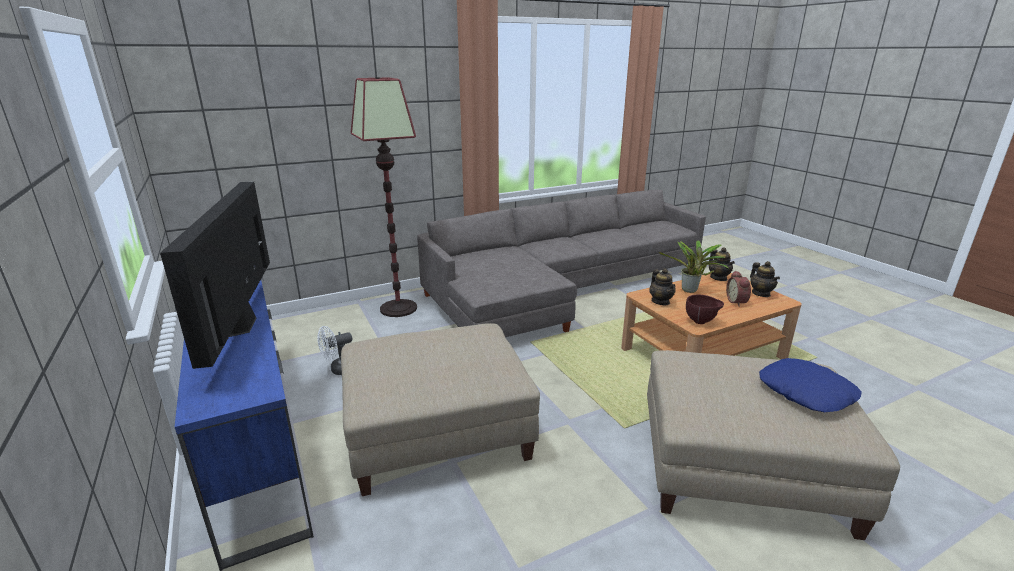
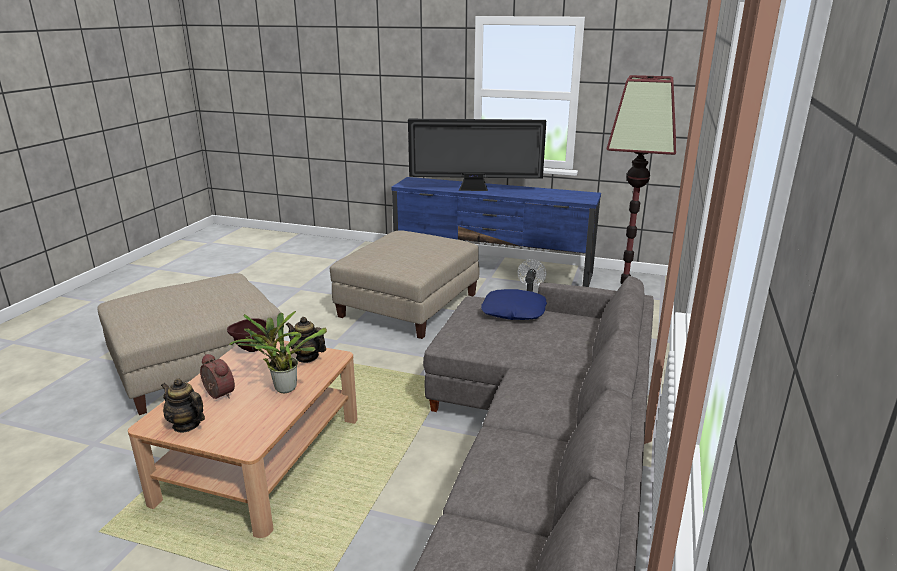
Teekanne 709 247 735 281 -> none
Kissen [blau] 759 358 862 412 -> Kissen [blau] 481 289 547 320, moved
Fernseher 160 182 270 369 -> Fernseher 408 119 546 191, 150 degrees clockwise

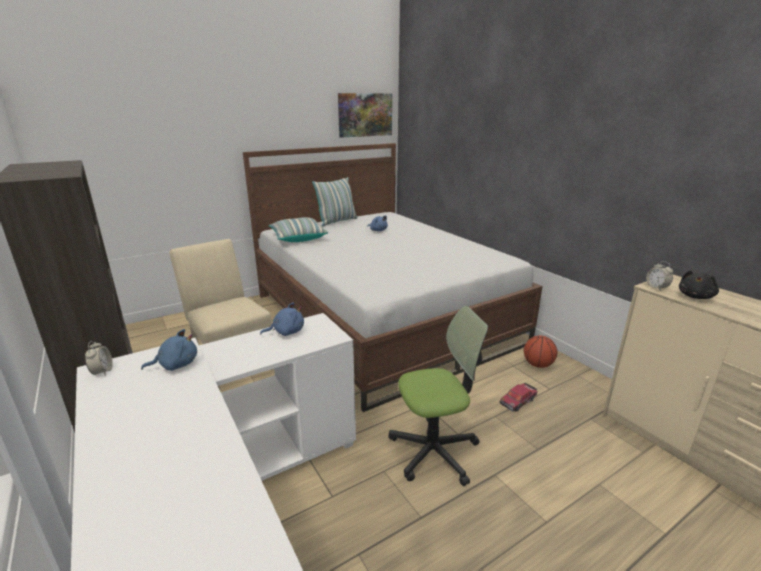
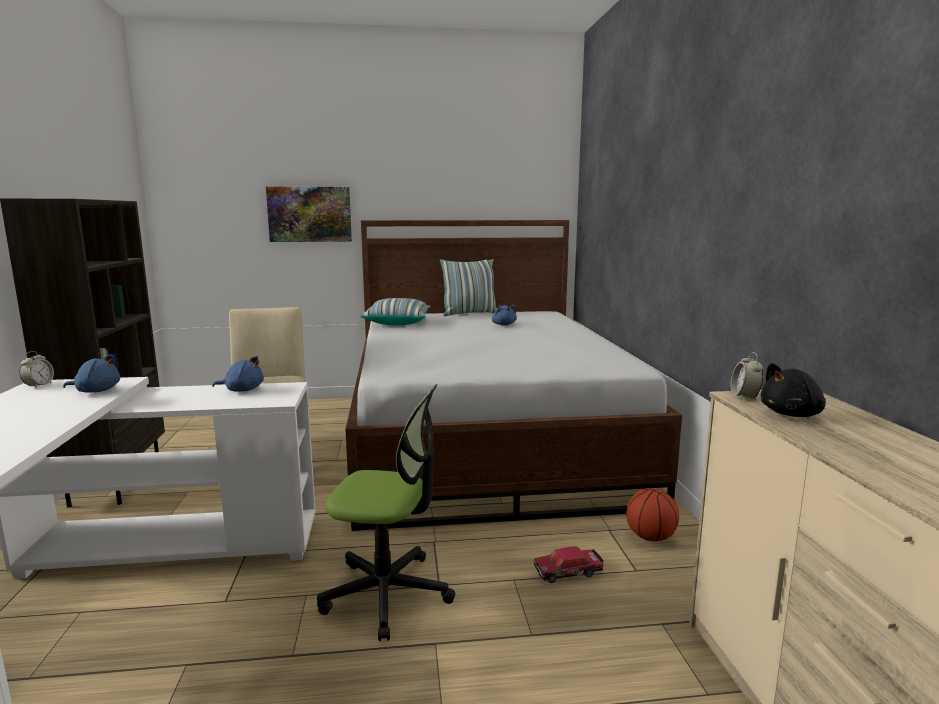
Bild 338 93 392 138 -> Bild 266 187 352 242, moved

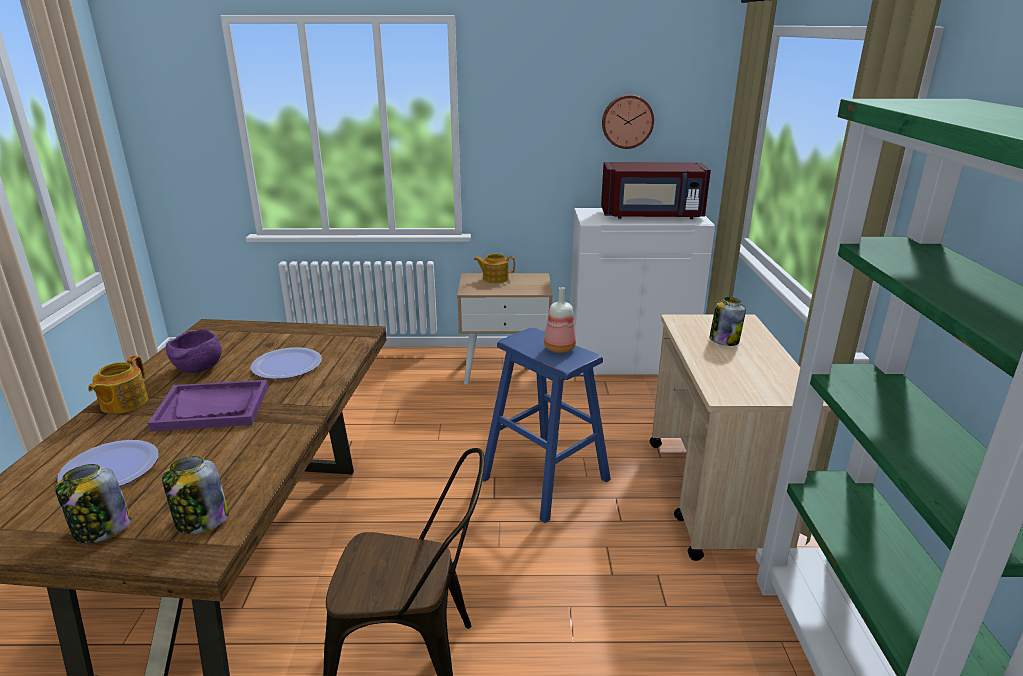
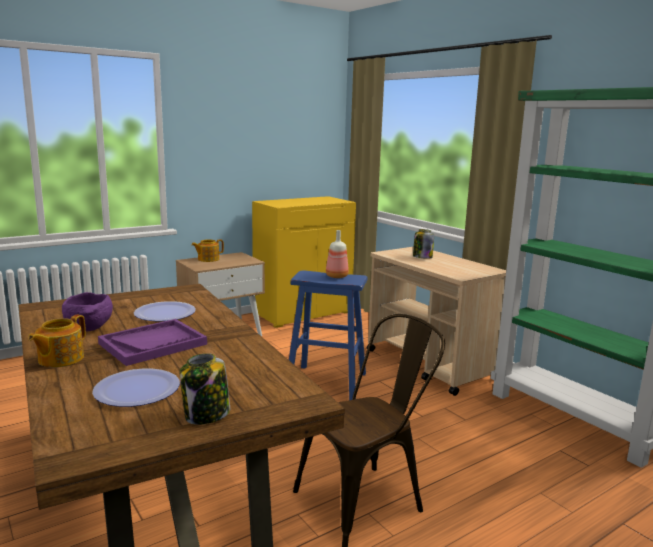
Vorratsglas 162 456 229 534 -> none
Mikrowelle [rot] 601 162 711 219 -> none
Wanduhr 602 95 654 149 -> none
Schrank [weiß] 570 208 715 376 -> Schrank [gelb] 252 196 356 328
Teekanne 88 356 148 414 -> Teekanne 28 314 86 367, 45 degrees clockwise

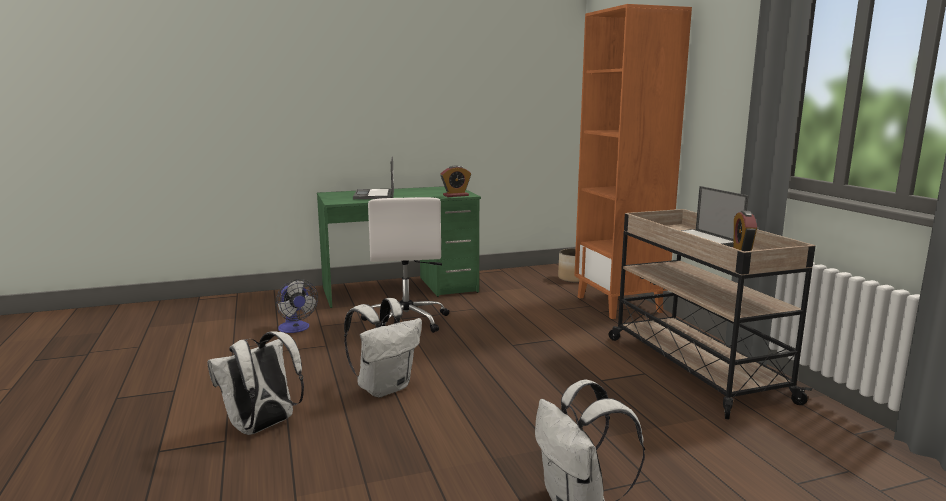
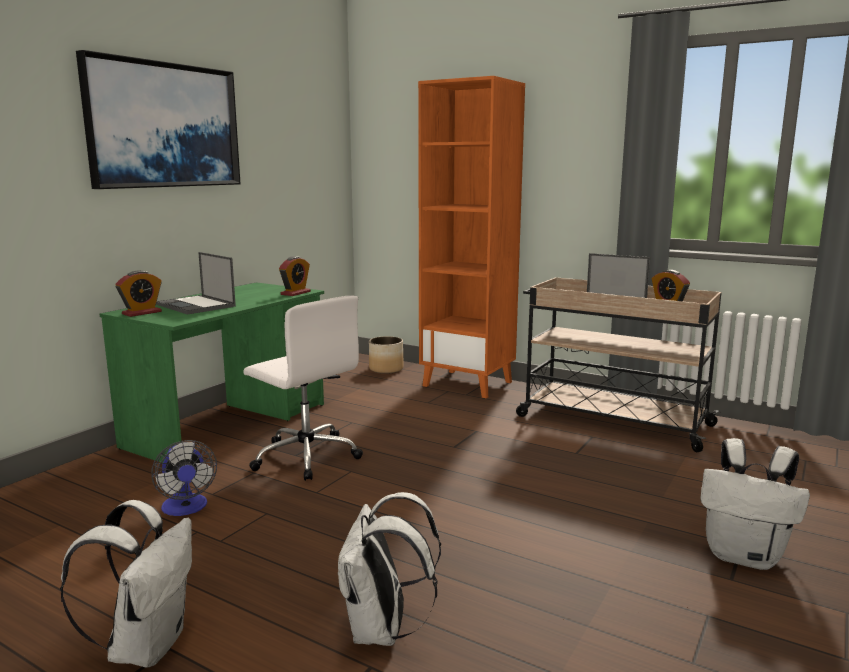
none -> Bild 76 50 241 189
none -> Wecker 115 271 162 317
Rucksack [weiß] 344 298 422 397 -> Rucksack [weiß] 60 500 192 667, moved
Ventilator 276 279 318 333 -> Ventilator 151 440 217 516, 45 degrees clockwise

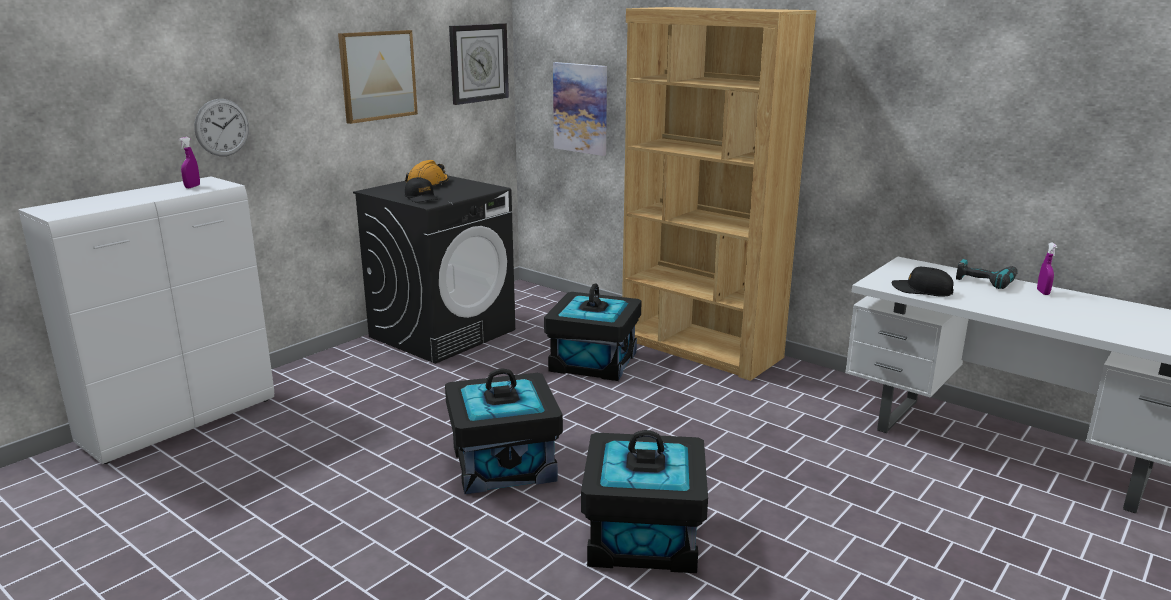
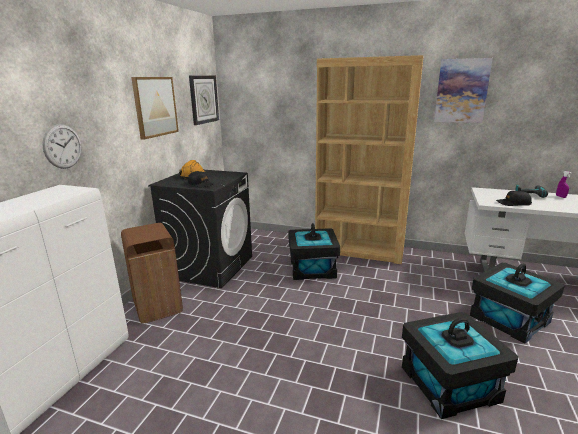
Sprühflasche [lila] 178 137 200 188 -> none
none -> Mülleimer [braun] 121 223 183 324
Aufbewahrungsbox [schwarz] 445 369 563 494 -> Aufbewahrungsbox [schwarz] 470 263 565 344, moved
Bild 553 62 607 156 -> Bild 434 58 493 123, moved

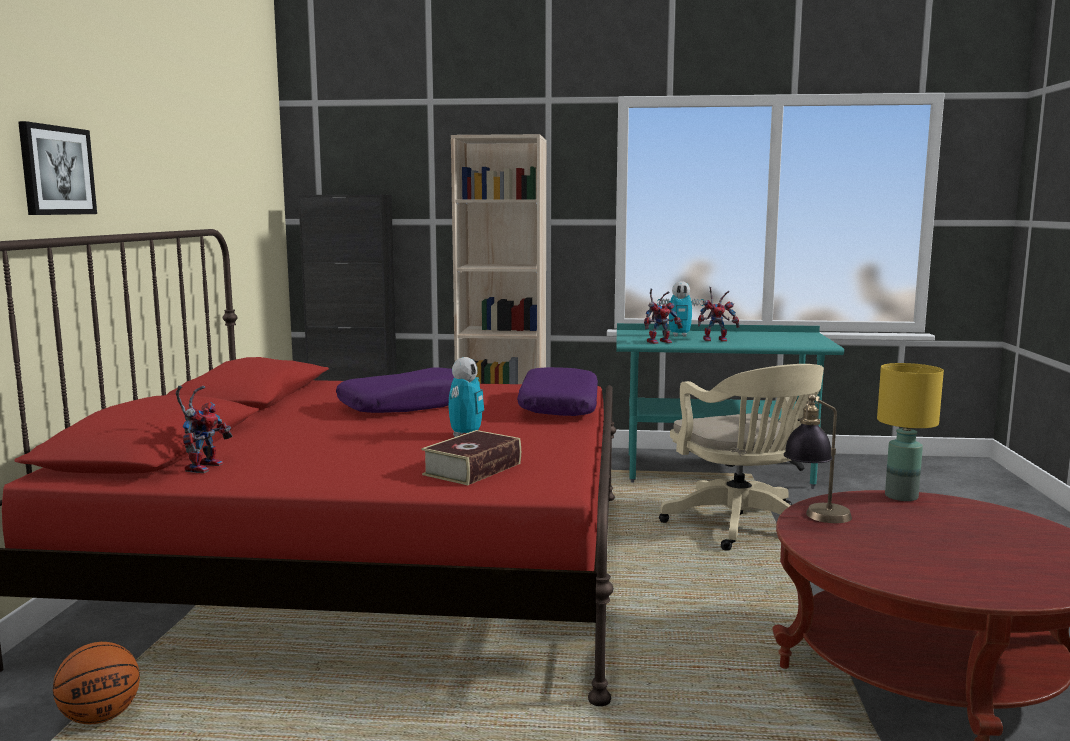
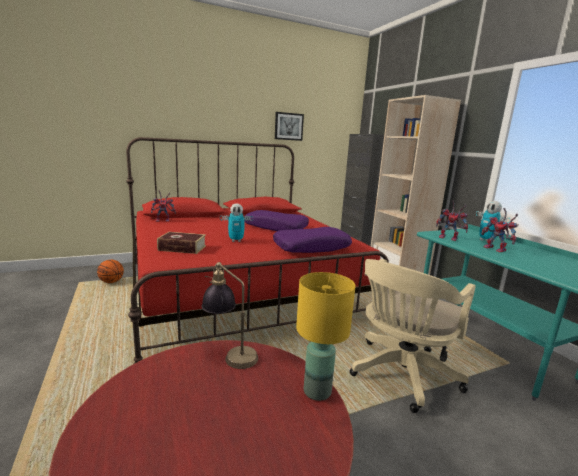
Bild 18 121 97 215 -> Bild 275 112 304 141, moved

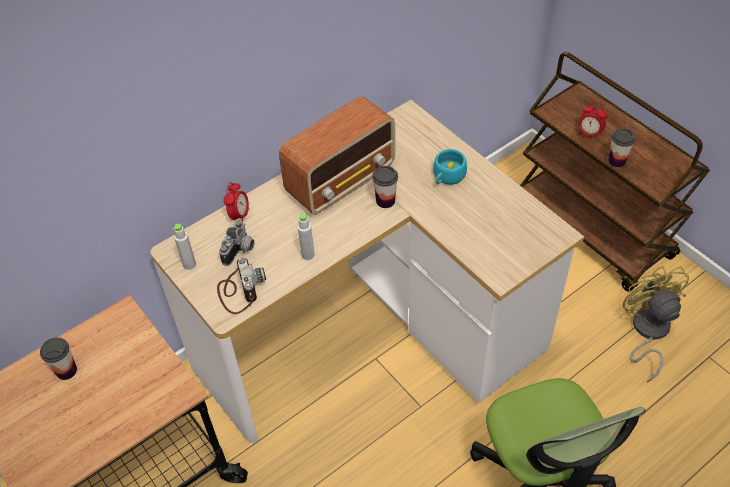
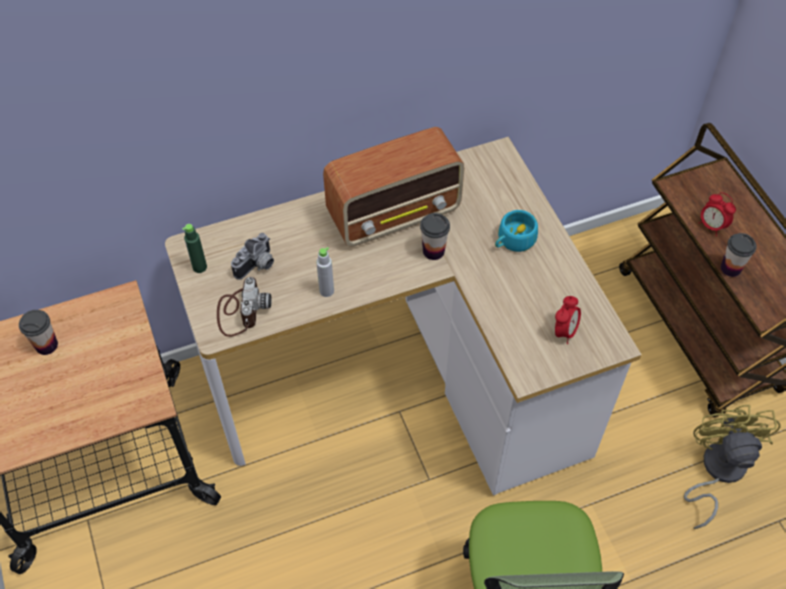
Wecker 223 182 249 222 -> Wecker 555 296 581 344, moved
Flasche [grau] 173 224 196 270 -> Flasche [grün] 182 224 207 273

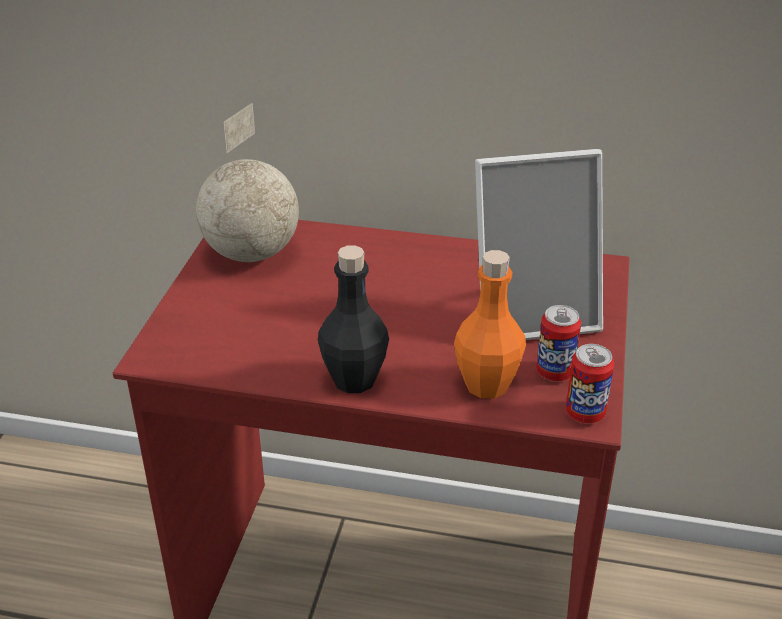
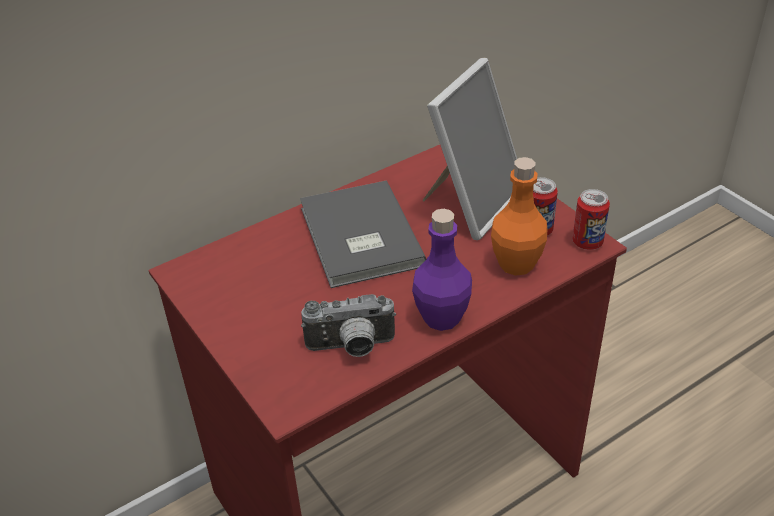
Globus 196 103 299 262 -> none
none -> Buch [grau] 300 180 426 288
none -> Kamera 301 294 396 357
Flasche [schwarz] 318 245 389 393 -> Flasche [lila] 412 209 472 331

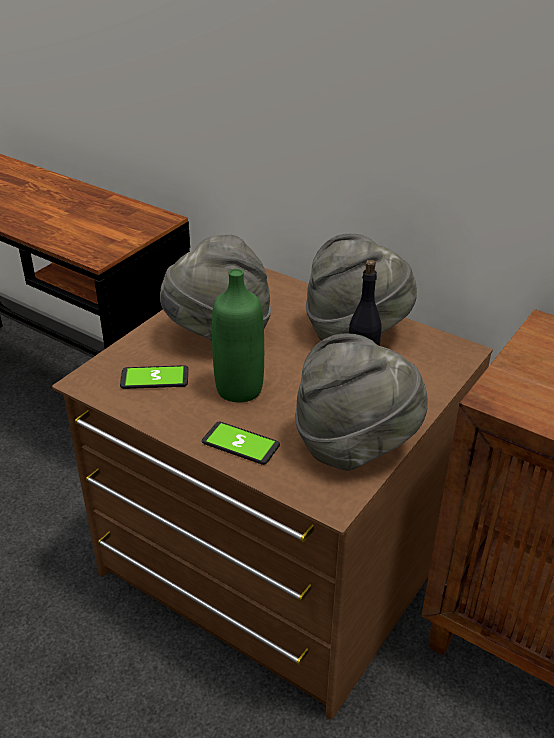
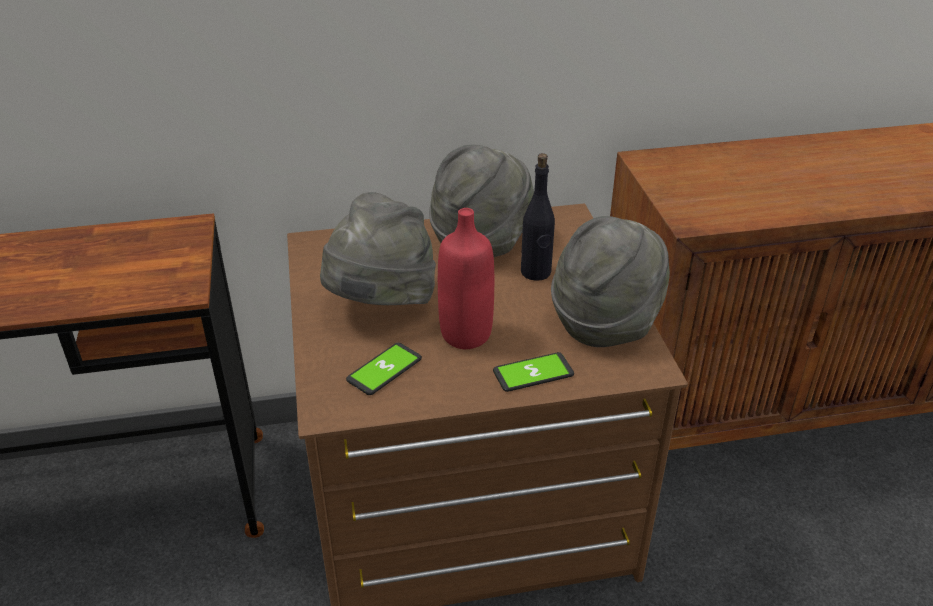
Flasche [grün] 212 269 264 402 -> Flasche [rot] 438 208 494 349

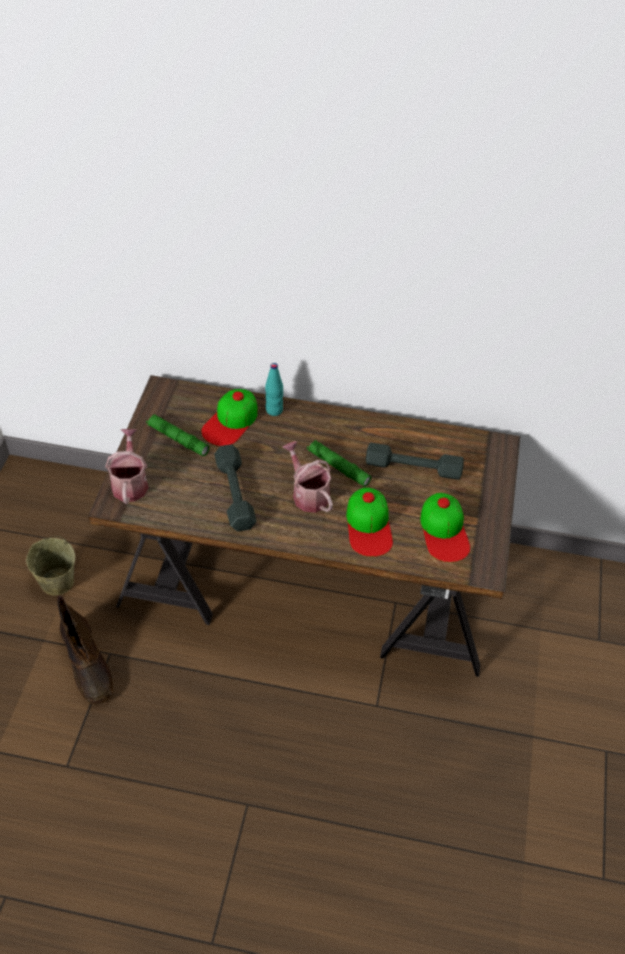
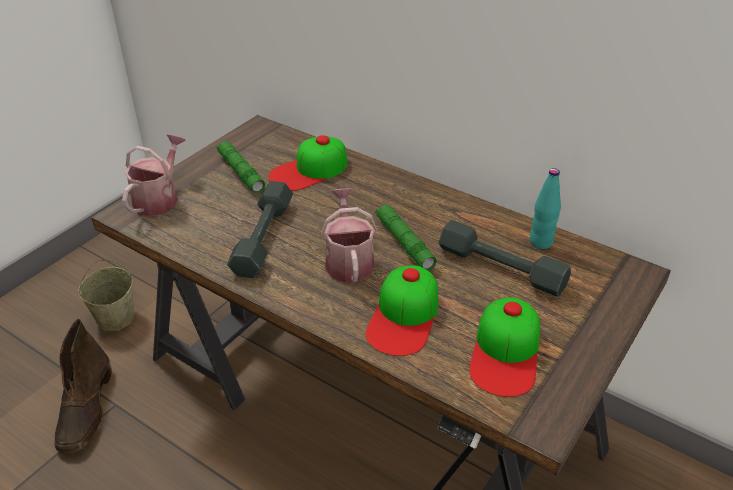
Flasche [türkis] 265 363 283 416 -> Flasche [türkis] 530 168 561 249, moved

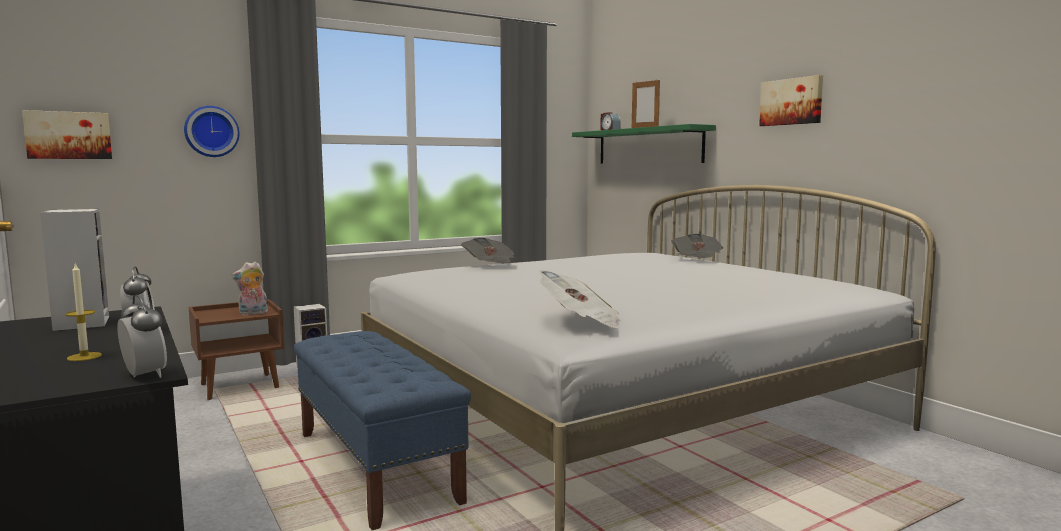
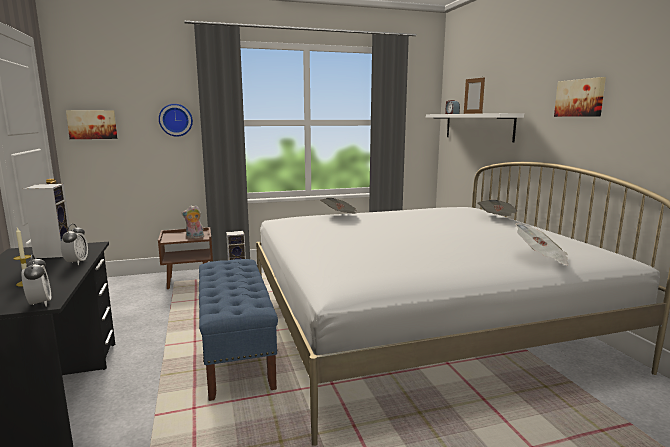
Zeitung 540 270 619 328 -> Zeitung 516 223 569 266, moved
Wandregal [grün] 572 124 716 164 -> Wandregal [weiß] 426 113 524 142

